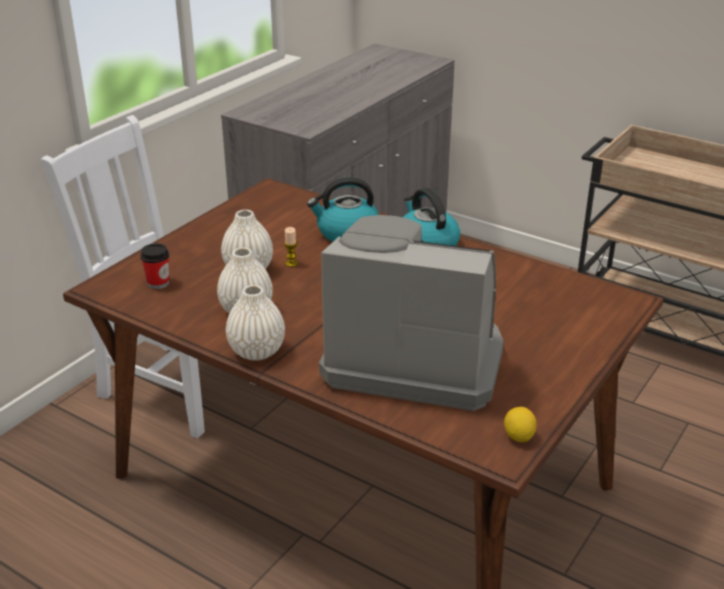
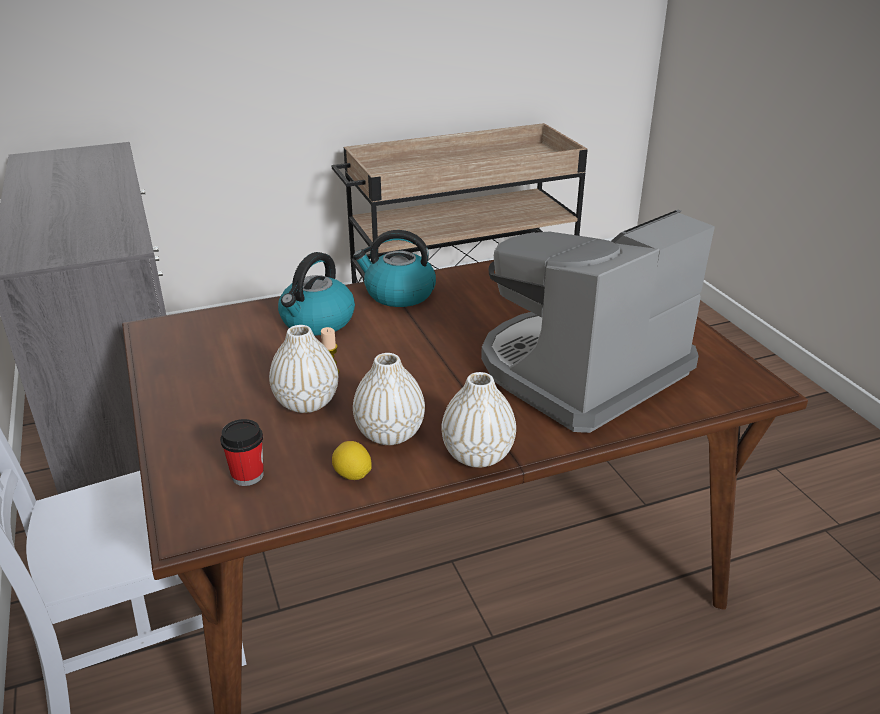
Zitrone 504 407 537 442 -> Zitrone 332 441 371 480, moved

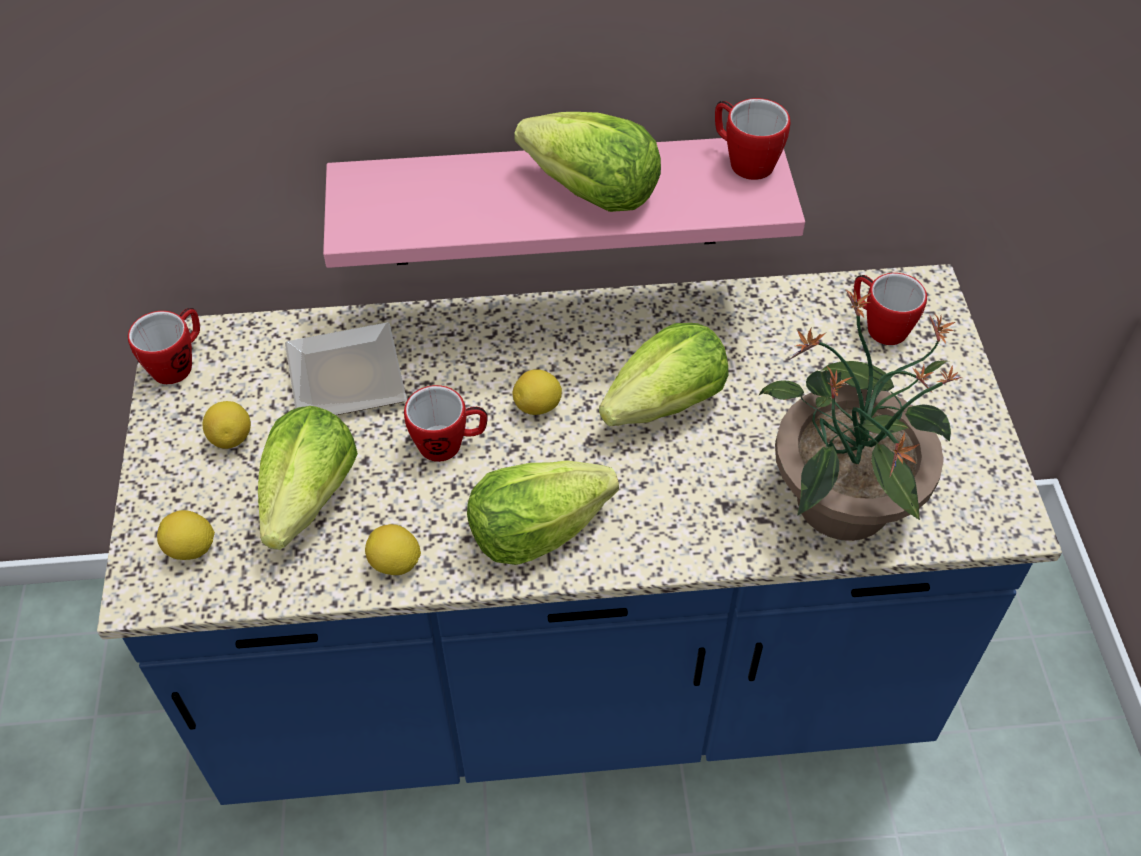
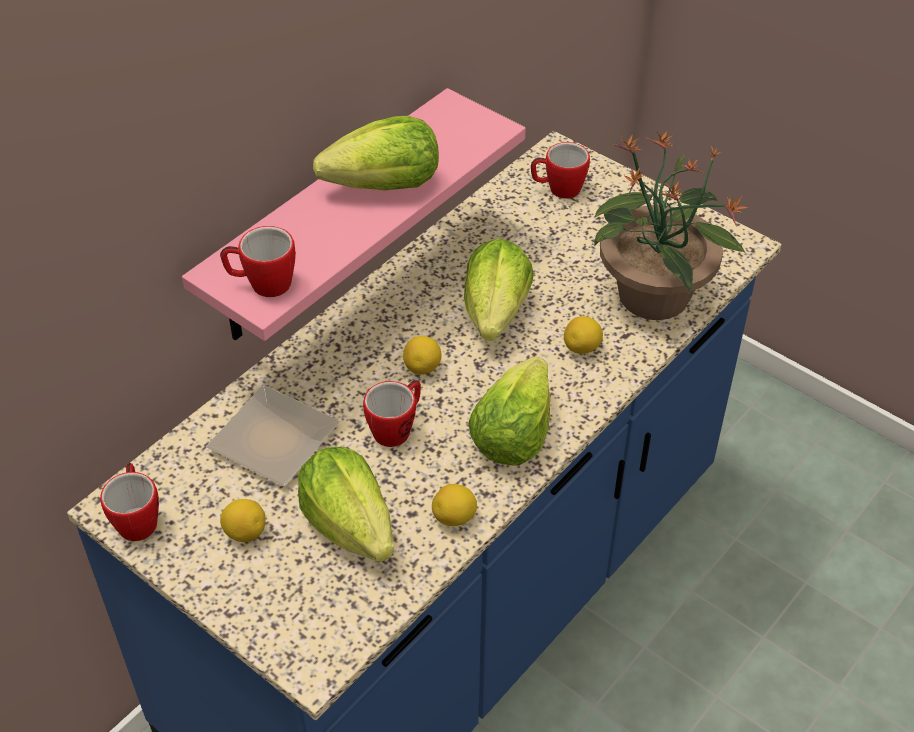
Zitrone 157 510 215 560 -> Zitrone 564 316 603 354, moved
Henkelbecher 715 98 790 180 -> Henkelbecher 220 226 296 297, moved

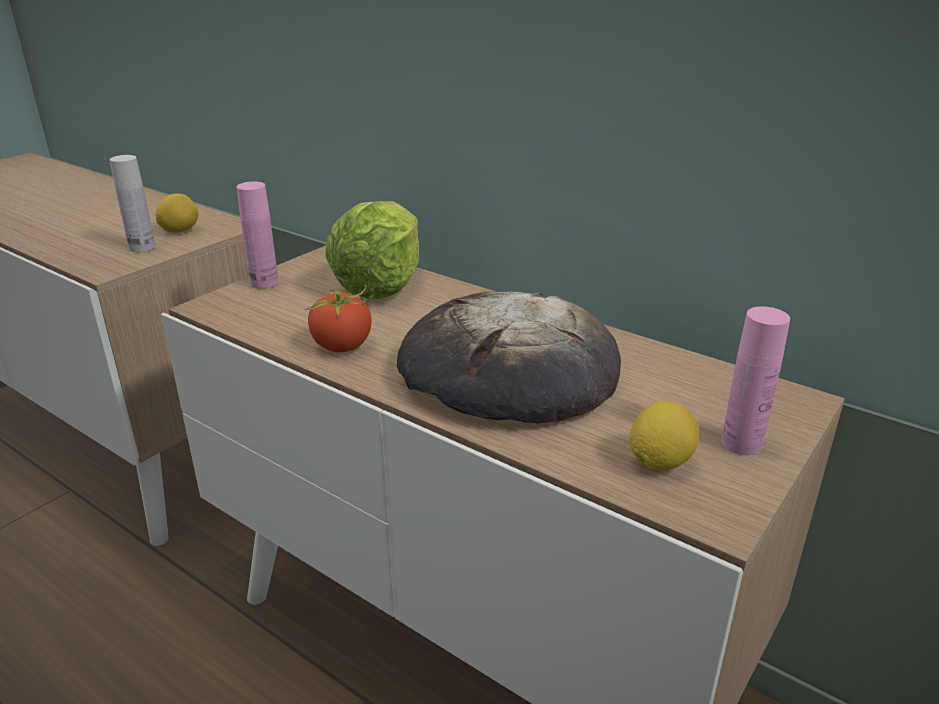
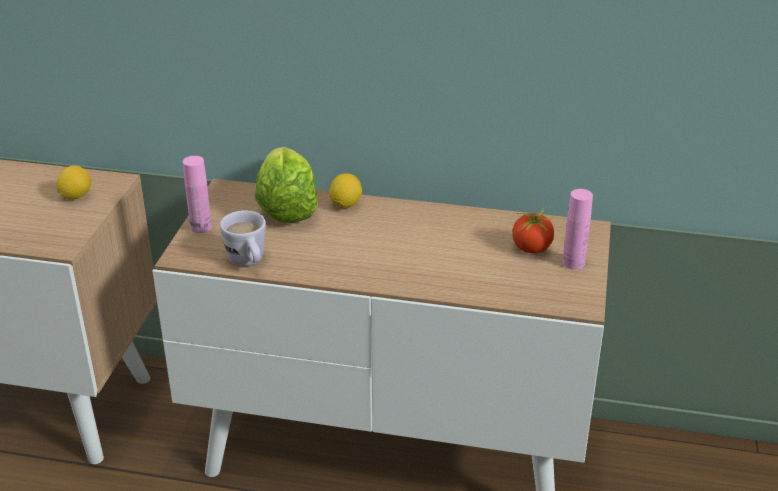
Flasche [weiß] 109 155 155 252 -> none
Brot 397 291 621 424 -> none
none -> Henkelbecher [weiß] 220 210 266 266
Tomate 304 285 373 352 -> Tomate 512 205 556 254, moved
Zitrone 629 401 699 471 -> Zitrone 329 173 362 209, moved

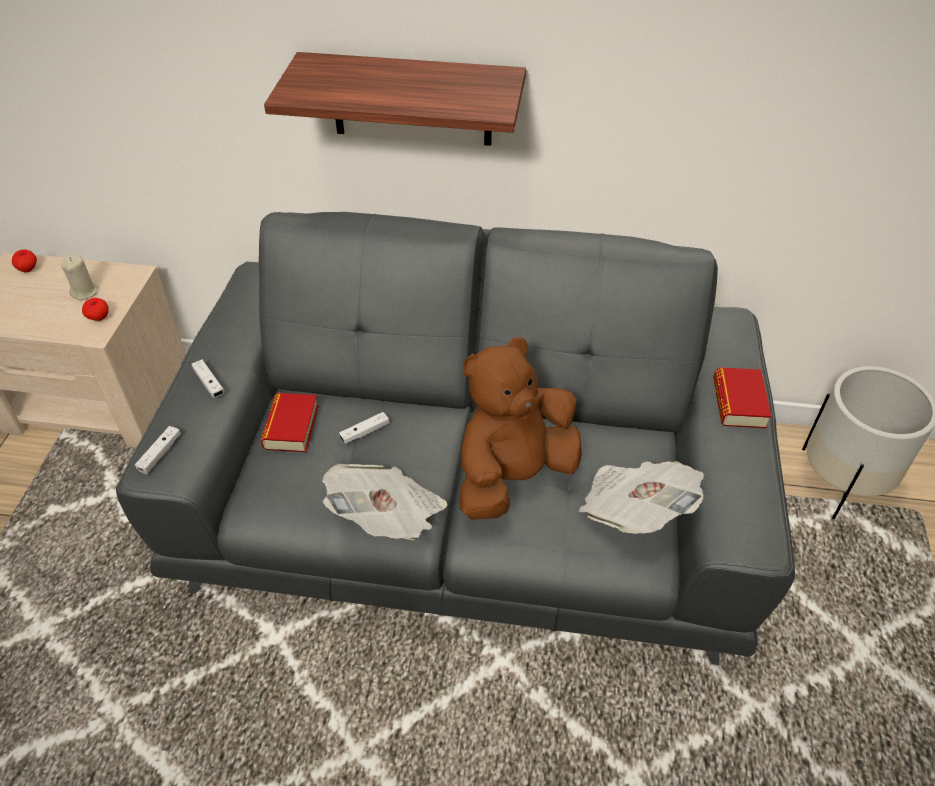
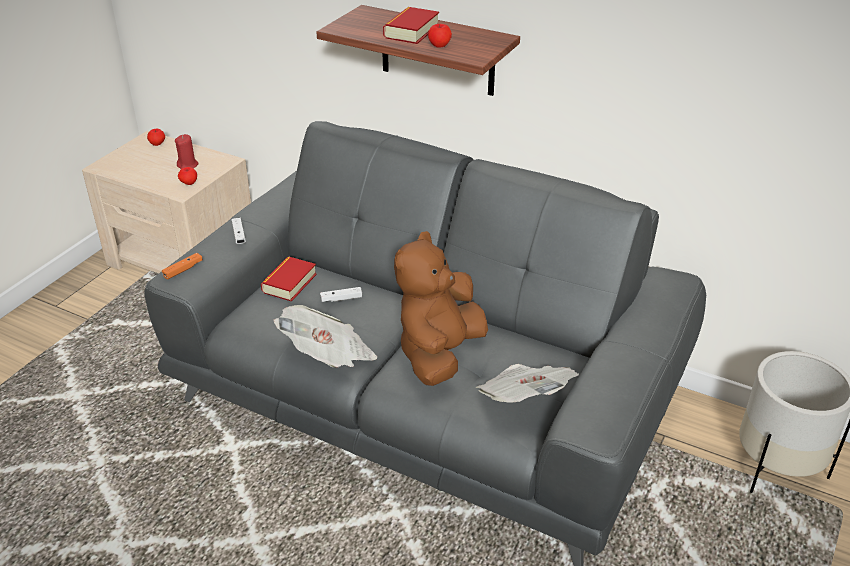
none -> Apfel 428 24 452 48
Buch 713 367 772 428 -> Buch 383 7 439 44, moved
Kerze [beige] 61 254 98 300 -> Kerze [rot] 175 134 199 169
Gamepad [weiß] 135 426 181 474 -> Gamepad [orange] 162 253 203 279
Plüschtier [braun] 459 337 582 520 -> Plüschtier [braun] 394 231 488 386, 45 degrees counterclockwise

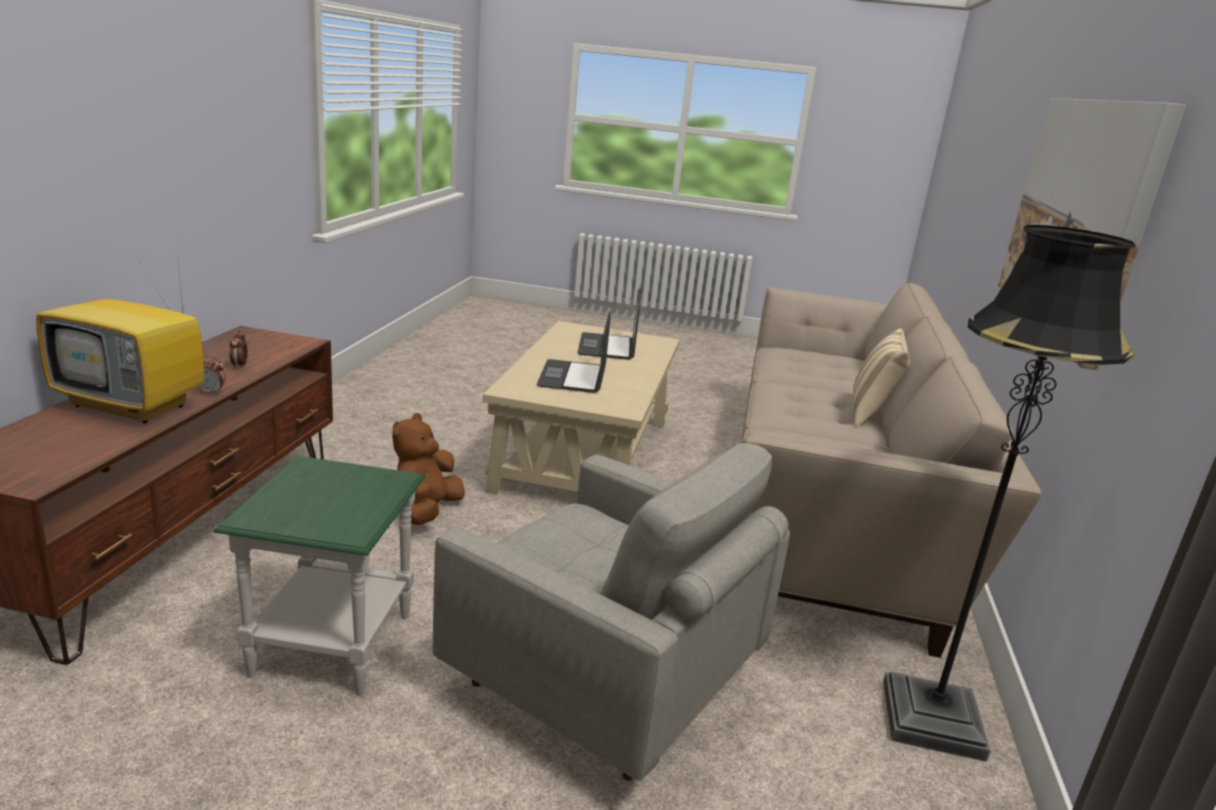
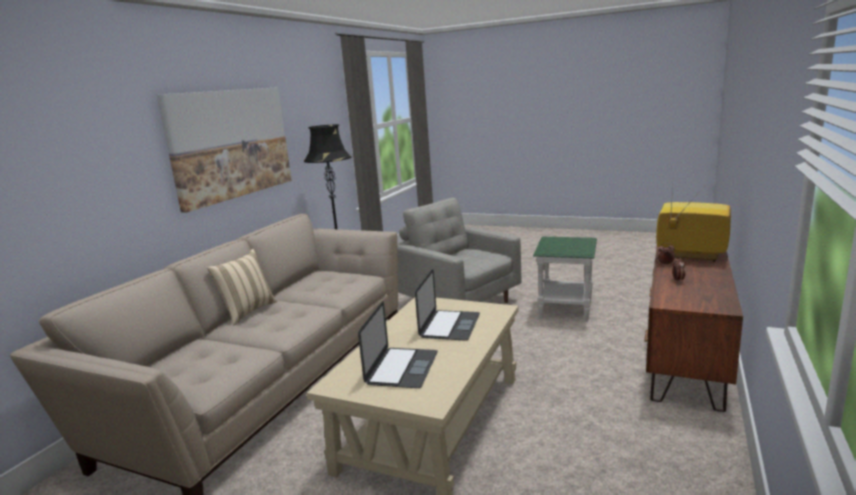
Plüschtier [braun] 392 413 465 525 -> none

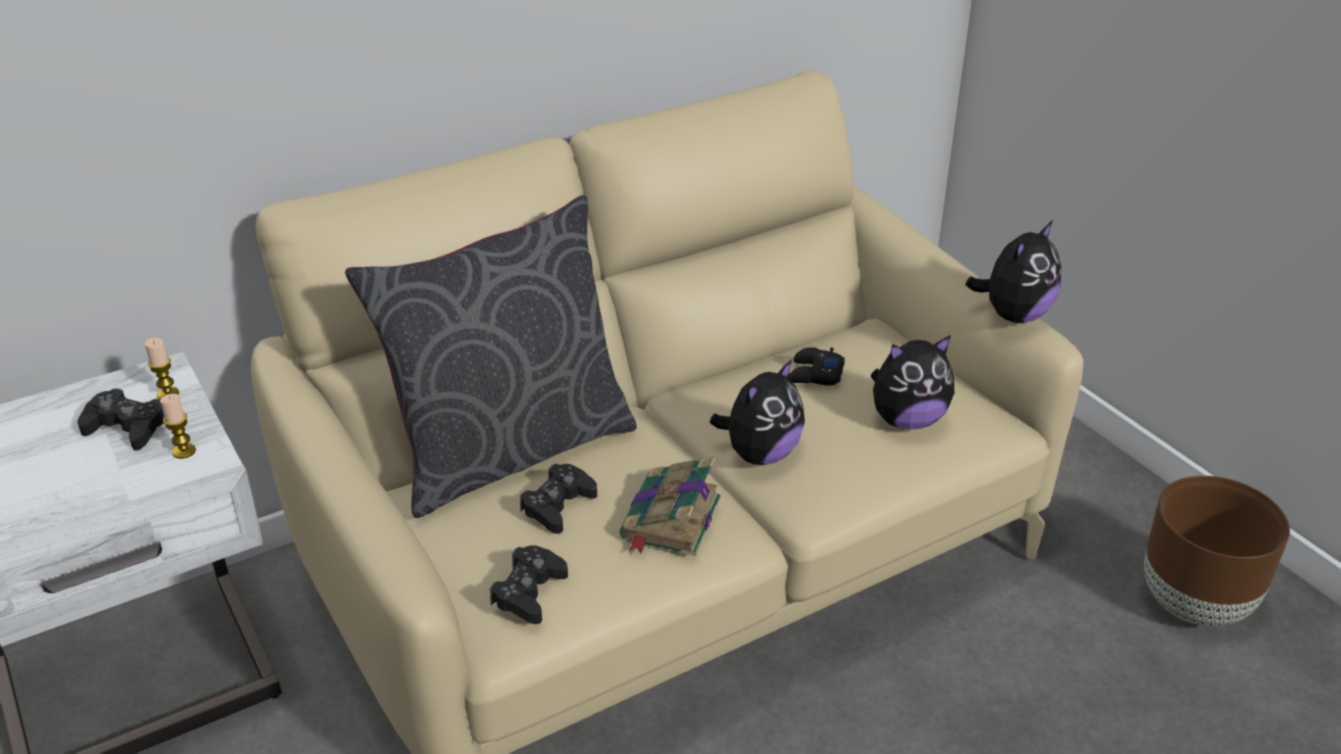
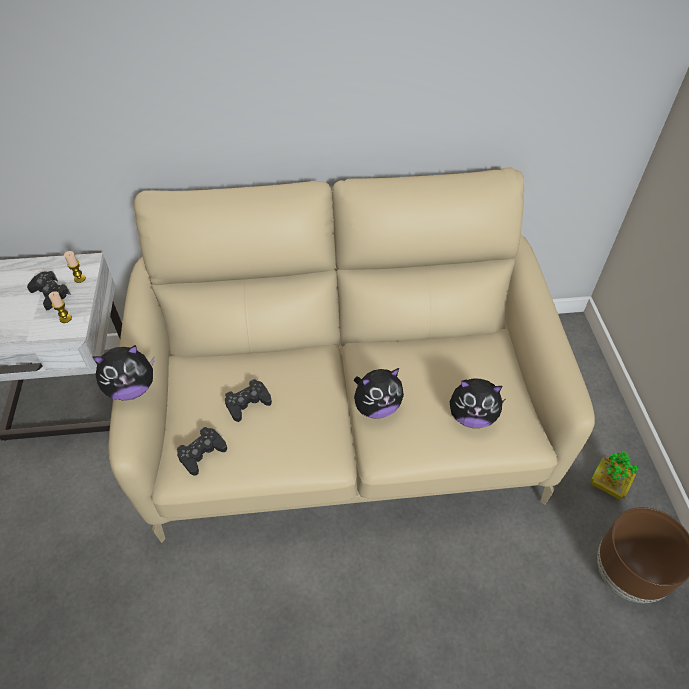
Kissen [grau] 345 195 637 518 -> none
Buch 620 456 721 556 -> none
Gamepad [schwarz] 789 347 845 386 -> none
none -> Topfpflanze 590 451 639 500
Plüschtier 965 220 1061 323 -> Plüschtier 93 345 155 401, moved

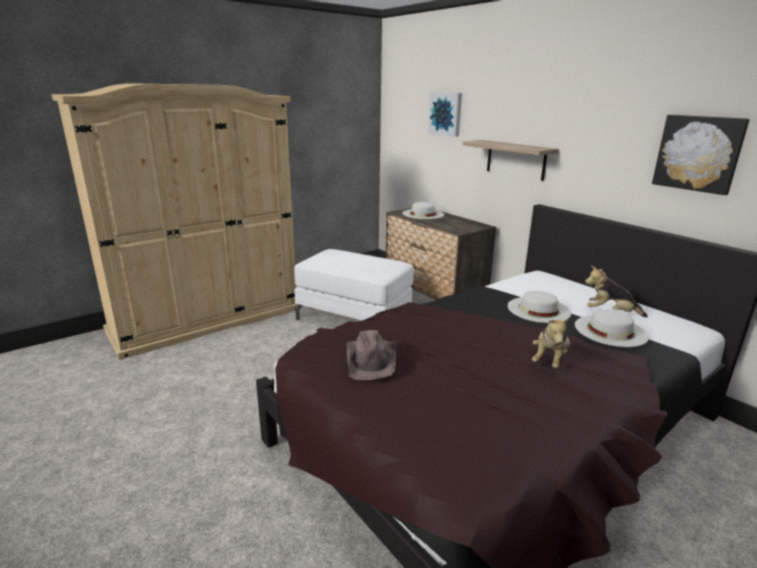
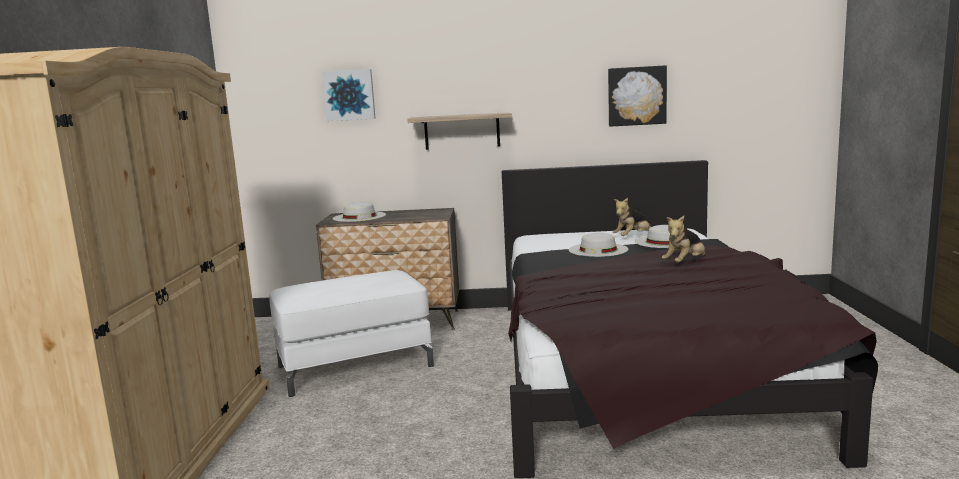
Hut [braun] 347 330 396 380 -> none
Plüschtier 532 317 570 369 -> Plüschtier 662 216 705 262, 75 degrees clockwise

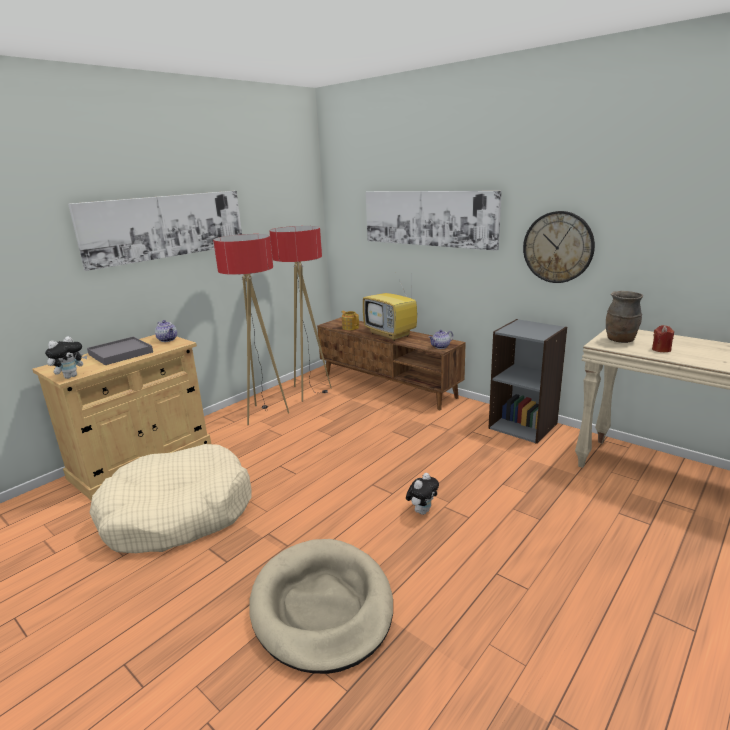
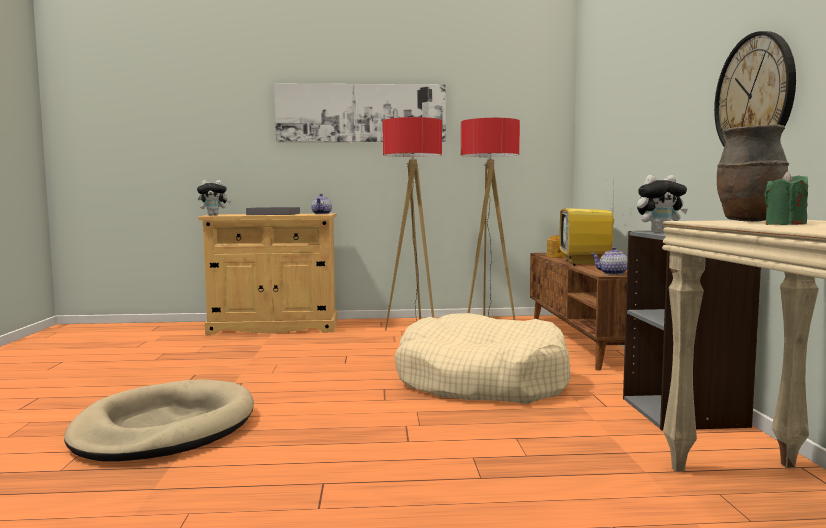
Bild 366 191 502 251 -> none
Hundebett [beige] 89 444 251 553 -> Hundebett [beige] 395 313 571 404, moved
Plüschtier 406 473 439 515 -> Plüschtier 637 175 688 233, moved
Kerze [rot] 652 325 674 352 -> Kerze [grün] 765 172 808 225

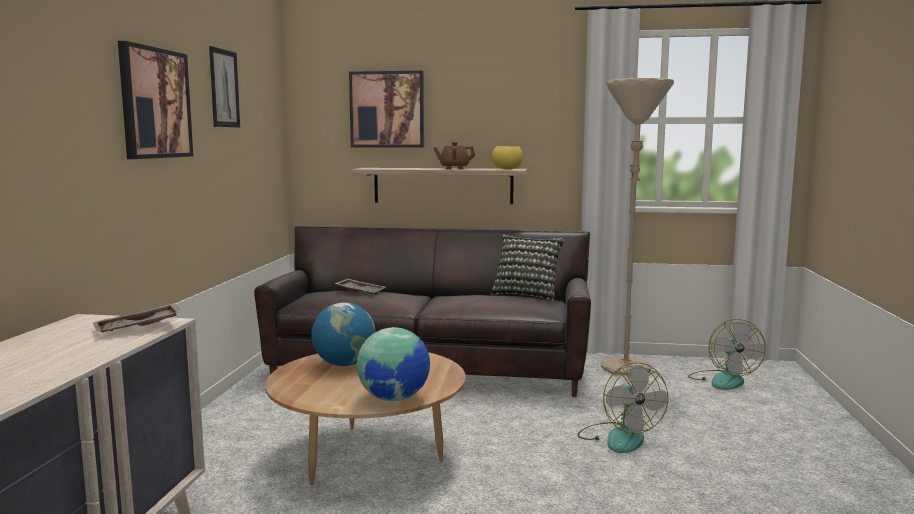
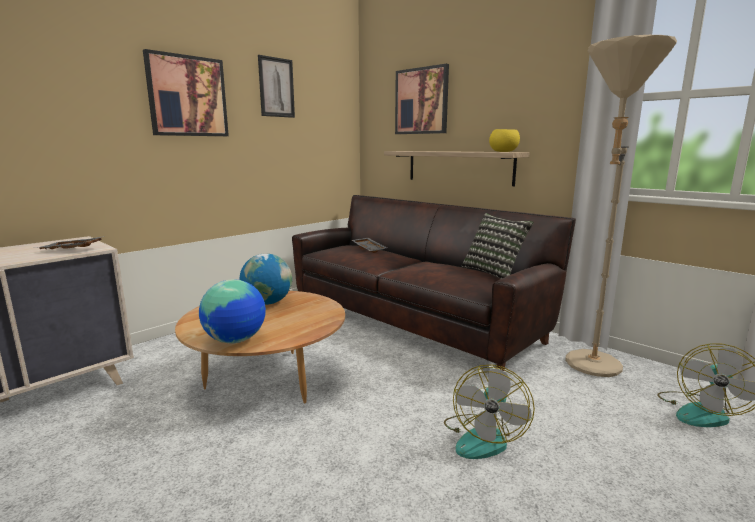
Teekanne [braun] 433 142 475 169 -> none

